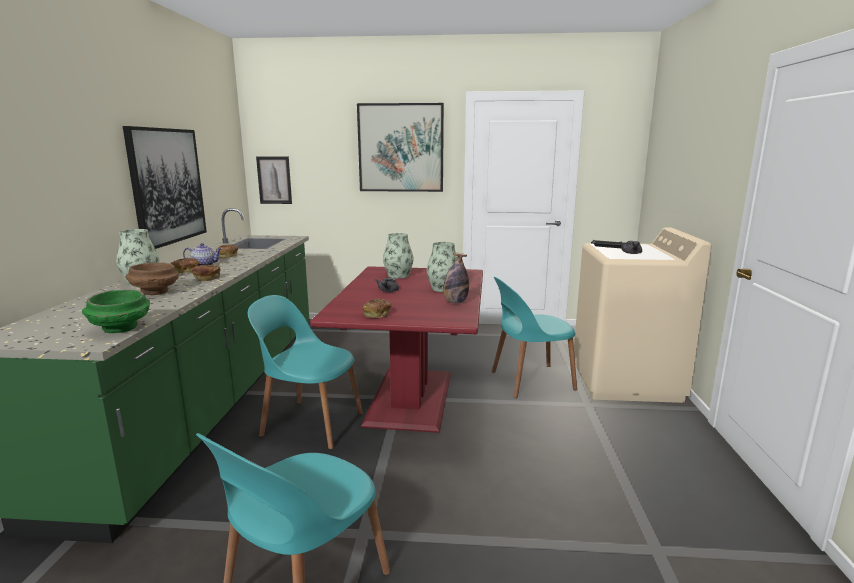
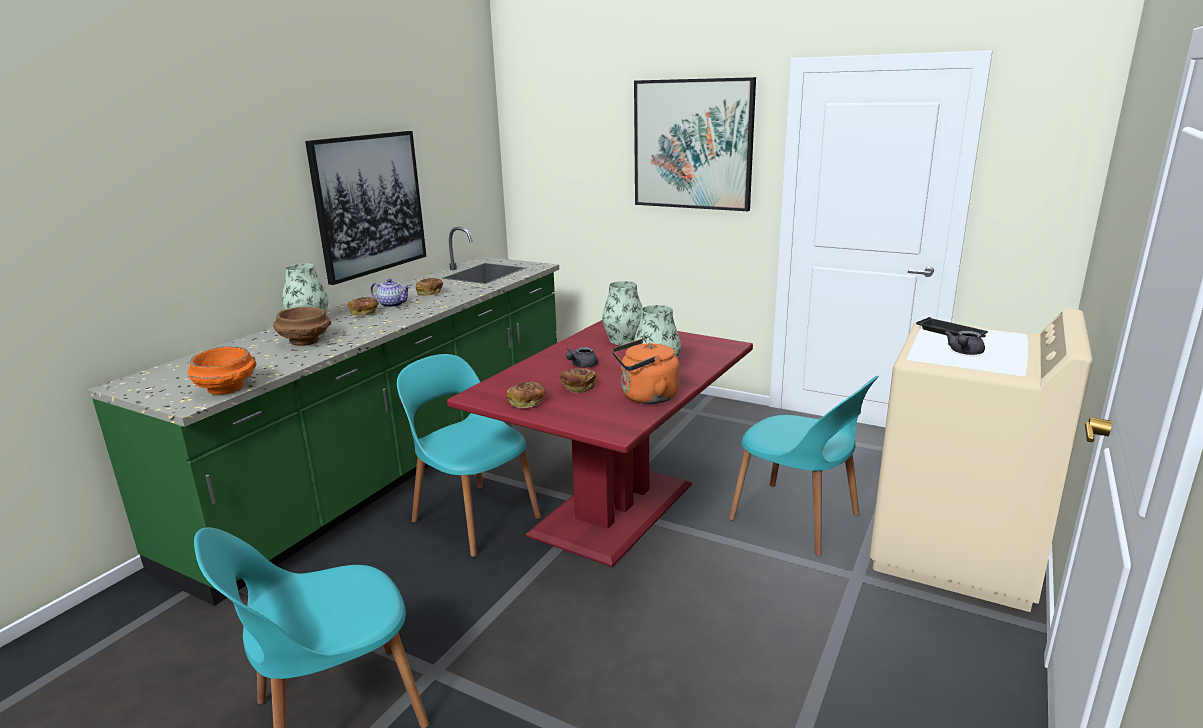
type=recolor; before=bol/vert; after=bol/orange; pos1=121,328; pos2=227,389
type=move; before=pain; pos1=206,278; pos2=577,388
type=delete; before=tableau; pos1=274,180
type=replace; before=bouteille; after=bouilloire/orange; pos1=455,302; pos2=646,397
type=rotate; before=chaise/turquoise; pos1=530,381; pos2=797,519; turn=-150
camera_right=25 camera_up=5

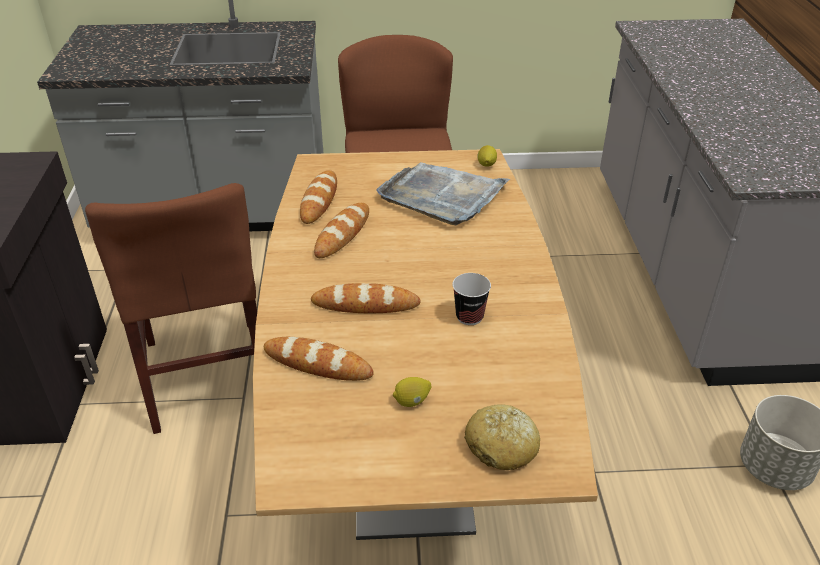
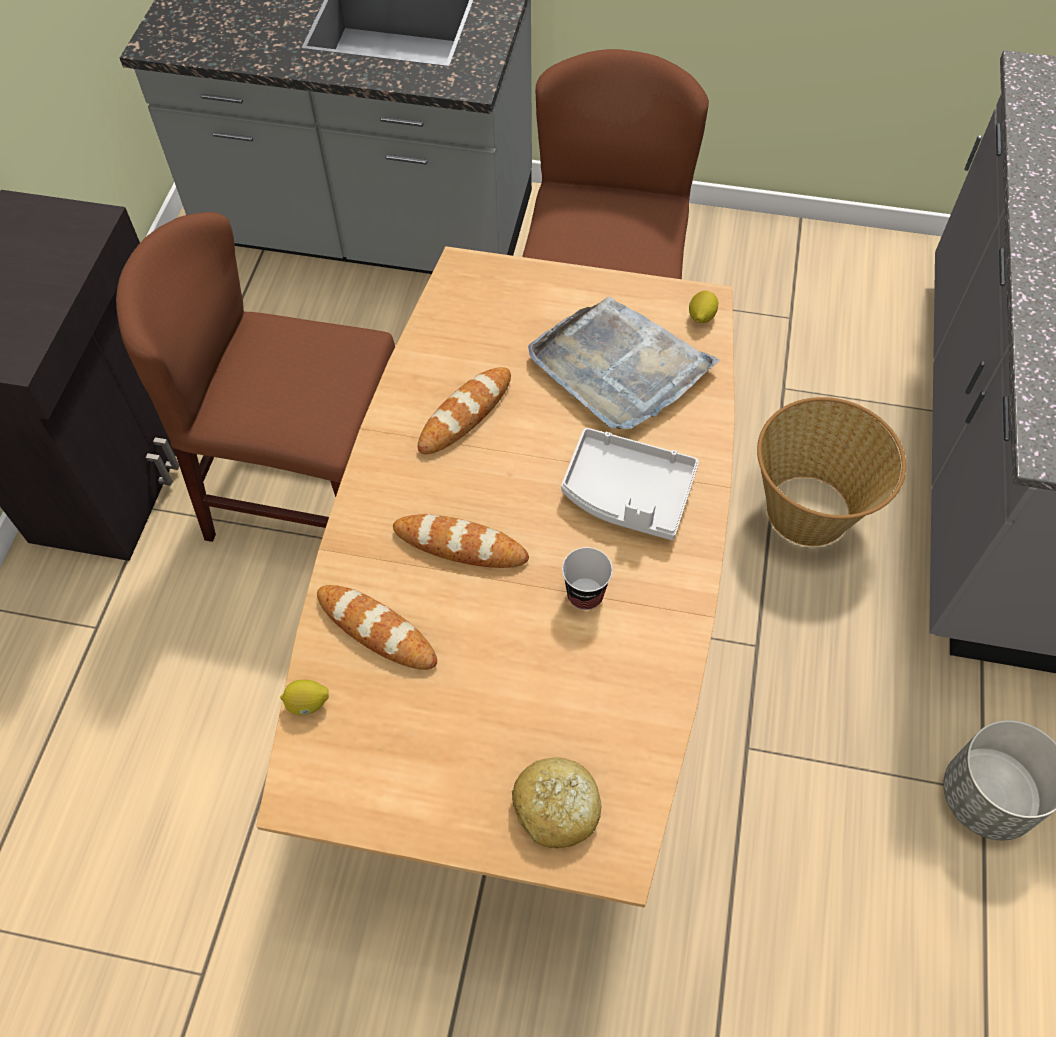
type=rotate; before=chaise/marron; pos1=207,373; pos2=308,495; turn=105
type=delete; before=pain; pos1=319,200
type=move; before=citron; pos1=412,401; pos2=307,704
type=insert; after=plateau/gris; pos2=627,494
type=insert; after=panier; pos2=809,510
camera_right=15 camera_up=20

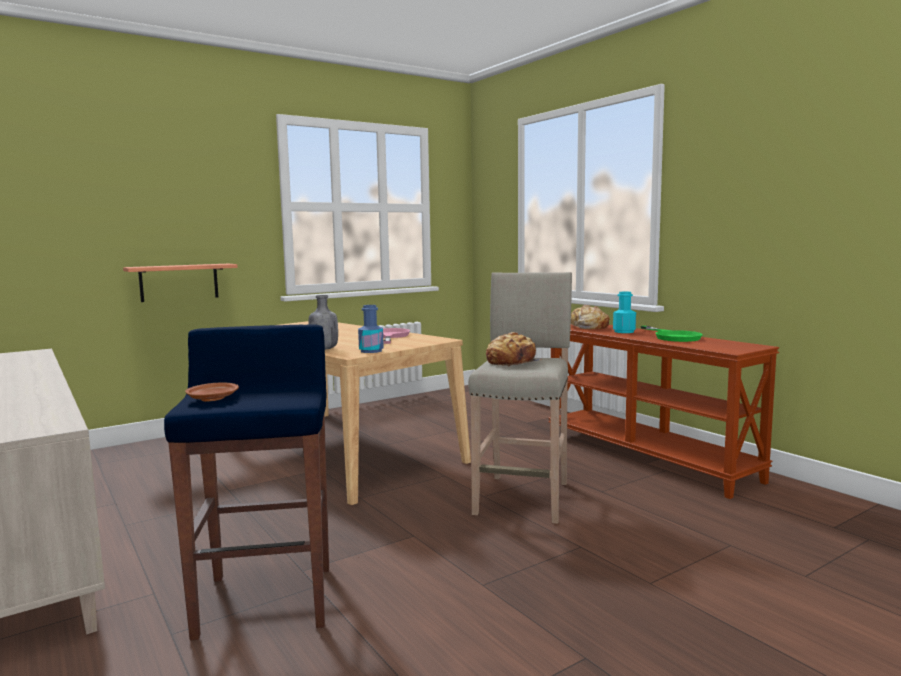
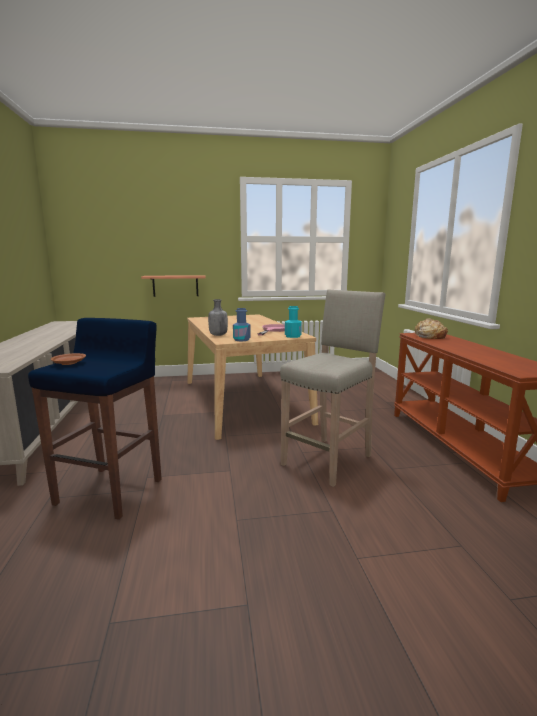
type=delete; before=pain; pos1=511,361
type=move; before=bouteille/turquoise; pos1=624,331; pos2=293,336
type=delete; before=poêle/vert; pos1=673,337
camera_right=25 camera_up=5

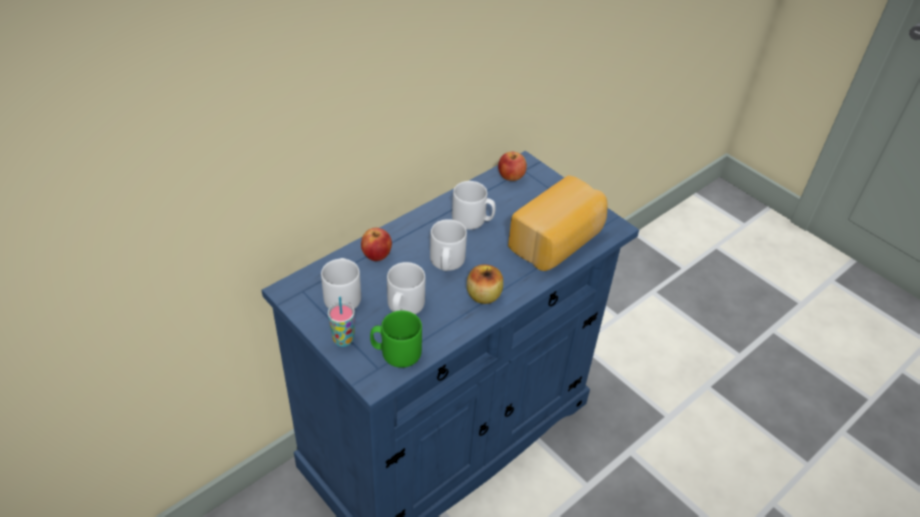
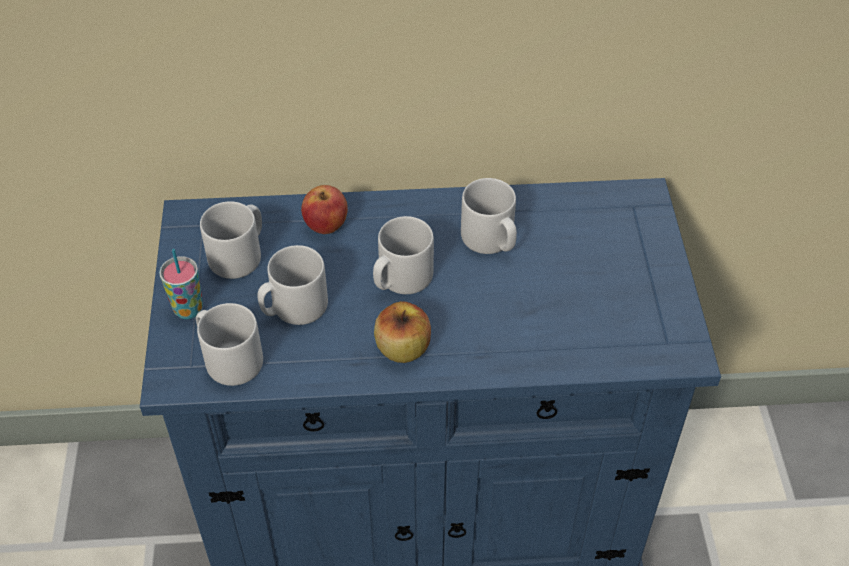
type=recolor; before=mug/vert; after=mug/gris; pos1=396,352; pos2=229,359
type=delete; before=pomme; pos1=511,177
type=delete; before=pain; pos1=557,242
camera_right=40 camera_up=5

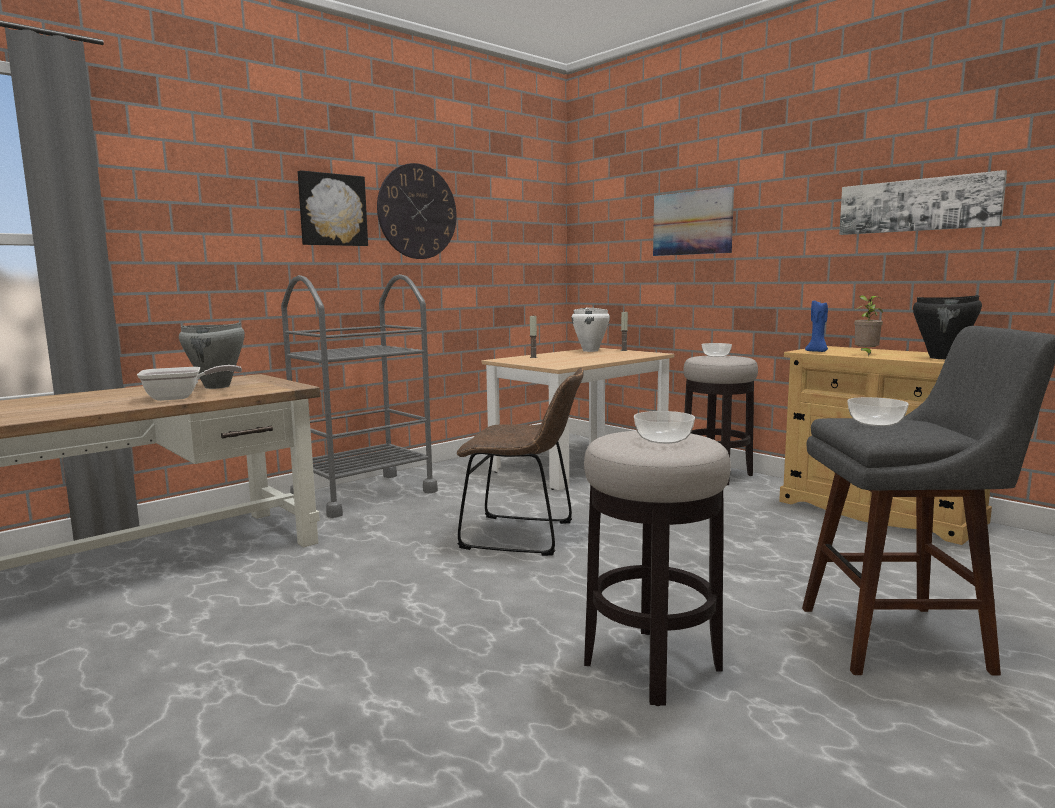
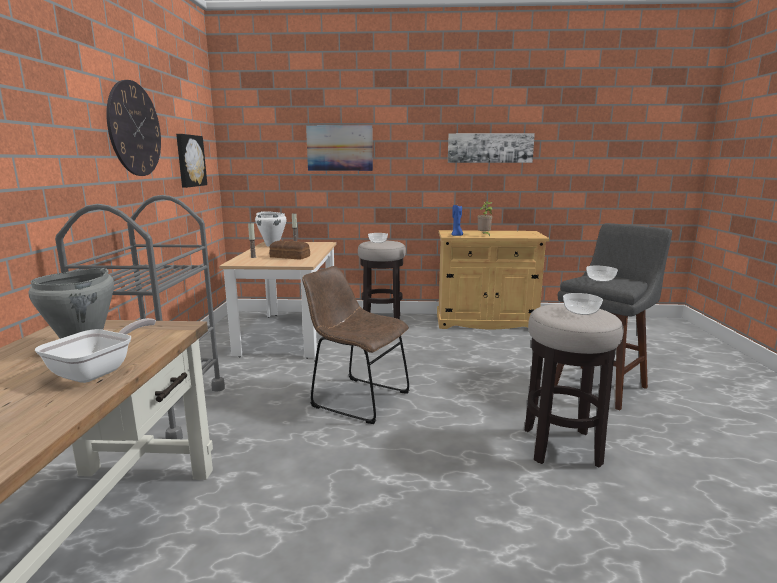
type=move; before=tableau; pos1=332,210; pos2=190,161
type=rotate; before=chaise/marron; pos1=524,536; pos2=356,398; turn=-120
type=delete; before=marmite/noir; pos1=943,358
type=insert; after=pain; pos2=290,257
camera_right=-45 camera_up=5

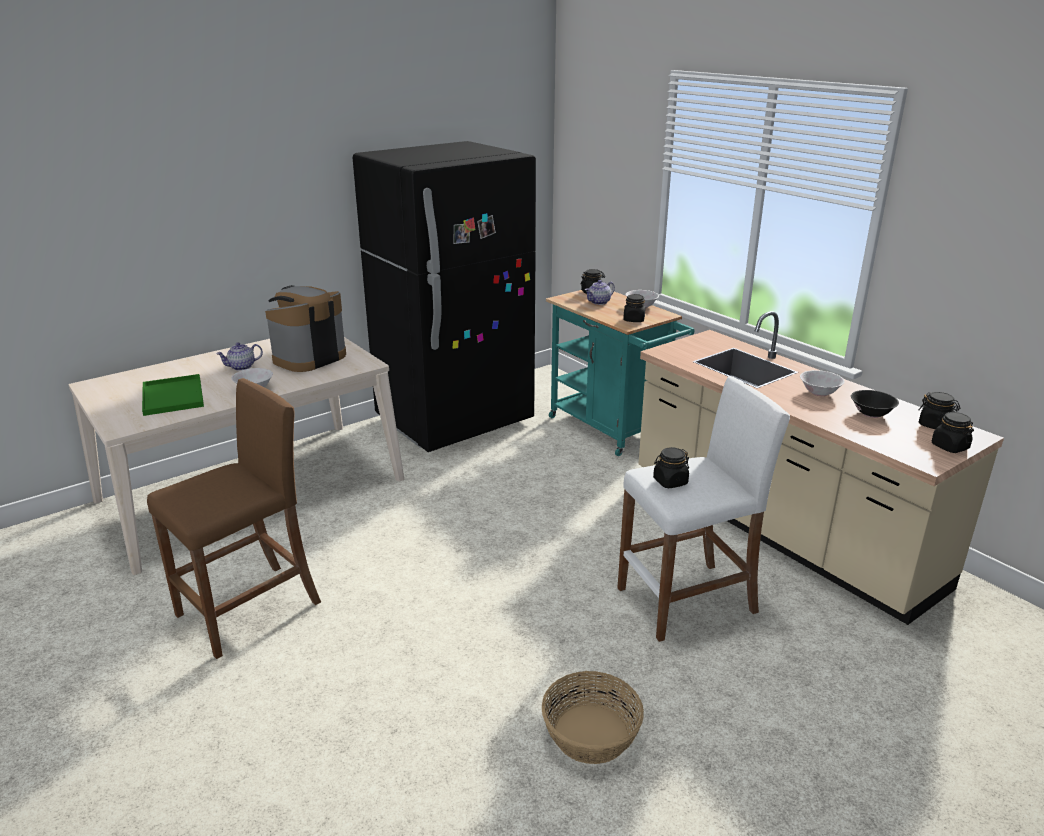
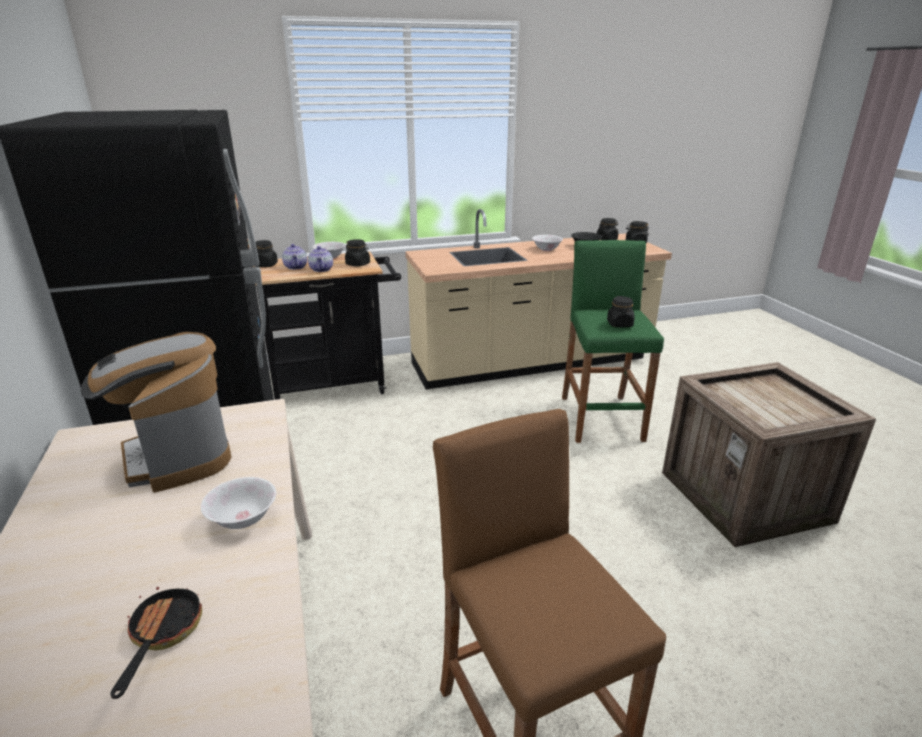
type=replace; before=plateau/vert; after=poêle; pos1=172,396; pos2=162,635
type=move; before=théière; pos1=241,367; pos2=322,269
type=replace; before=panier; after=caisse; pos1=591,734; pos2=747,497
type=recolor; before=chariot/turquoise; after=chariot/noir; pos1=612,430; pos2=336,385
type=recolor; before=tabouret/blanc; after=tabouret/vert; pos1=687,600; pos2=601,418
camera_right=-70 camera_up=0

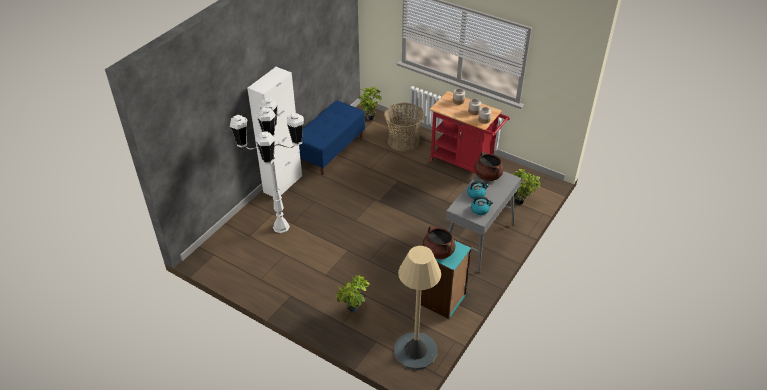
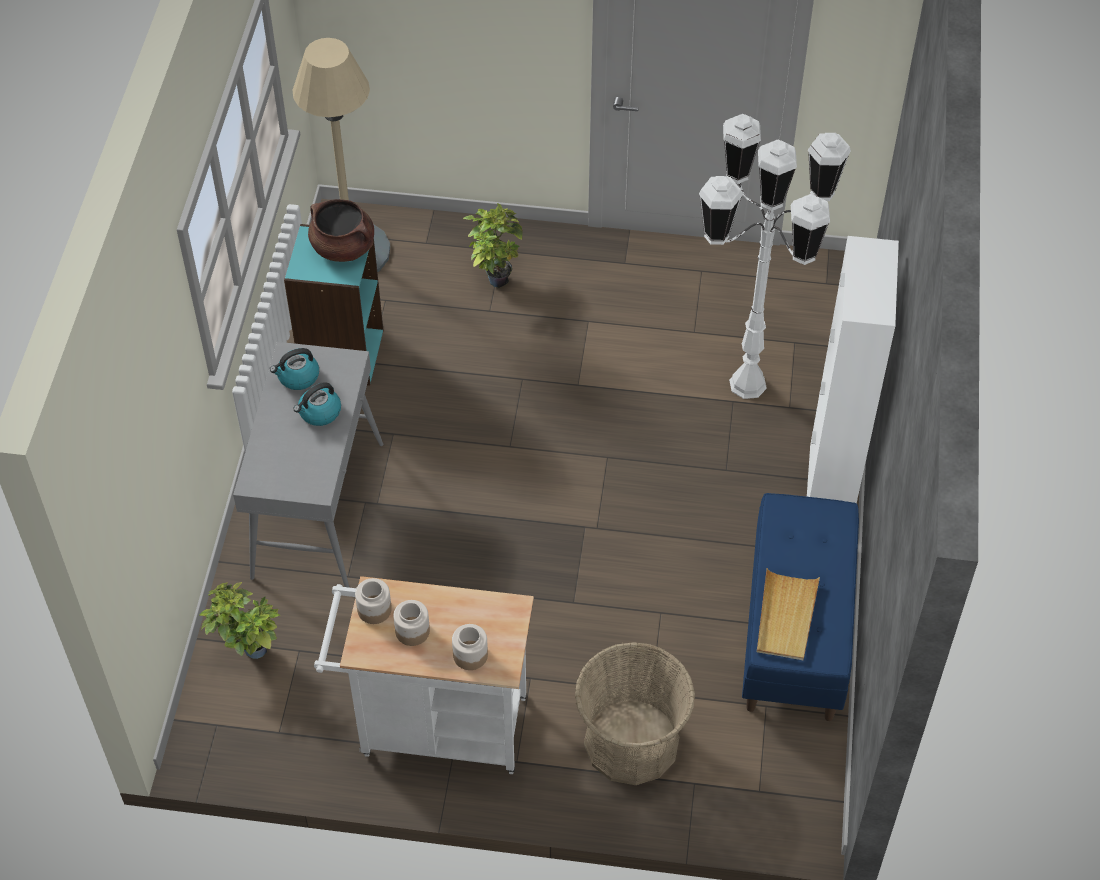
type=delete; before=plante en pot; pos1=369,117
type=recolor; before=chariot/rouge; after=chariot/blanc; pos1=464,163; pos2=433,726
type=delete; before=marmite/marron; pos1=487,175
type=insert; after=plateau/beige; pos2=785,617
camera_right=155 camera_up=10

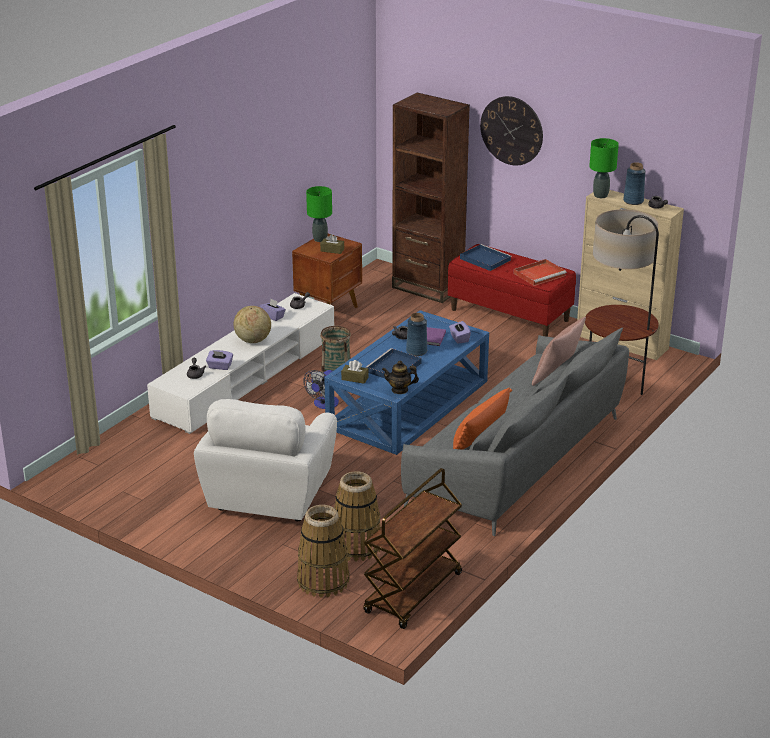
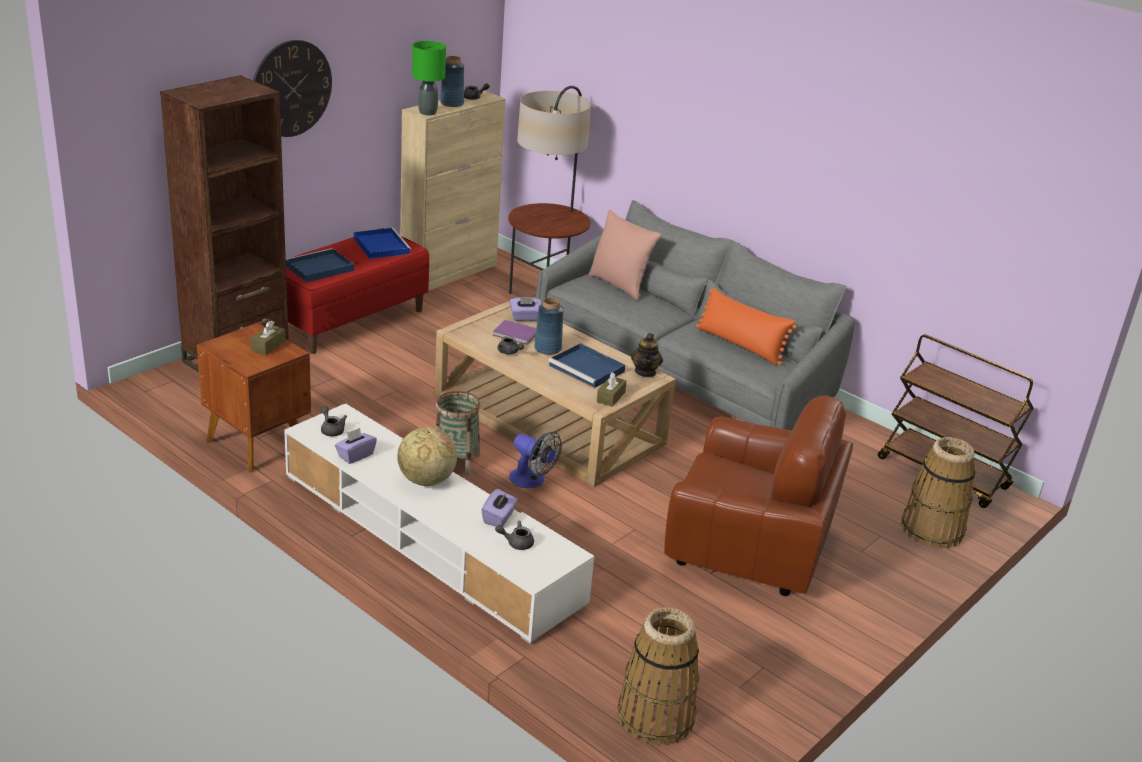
type=recolor; before=fauteuil/blanc; after=fauteuil/marron; pos1=270,494; pos2=749,549
type=delete; before=lampe de table/vert; pos1=320,239
type=recolor; before=table basse/bleu; after=table basse/beige; pos1=409,404; pos2=549,419
type=move; before=panier; pos1=357,546; pos2=656,717
type=recolor; before=plateau/rouge; after=plateau/bleu; pos1=540,274; pos2=380,246
camera_right=-85 camera_up=0

